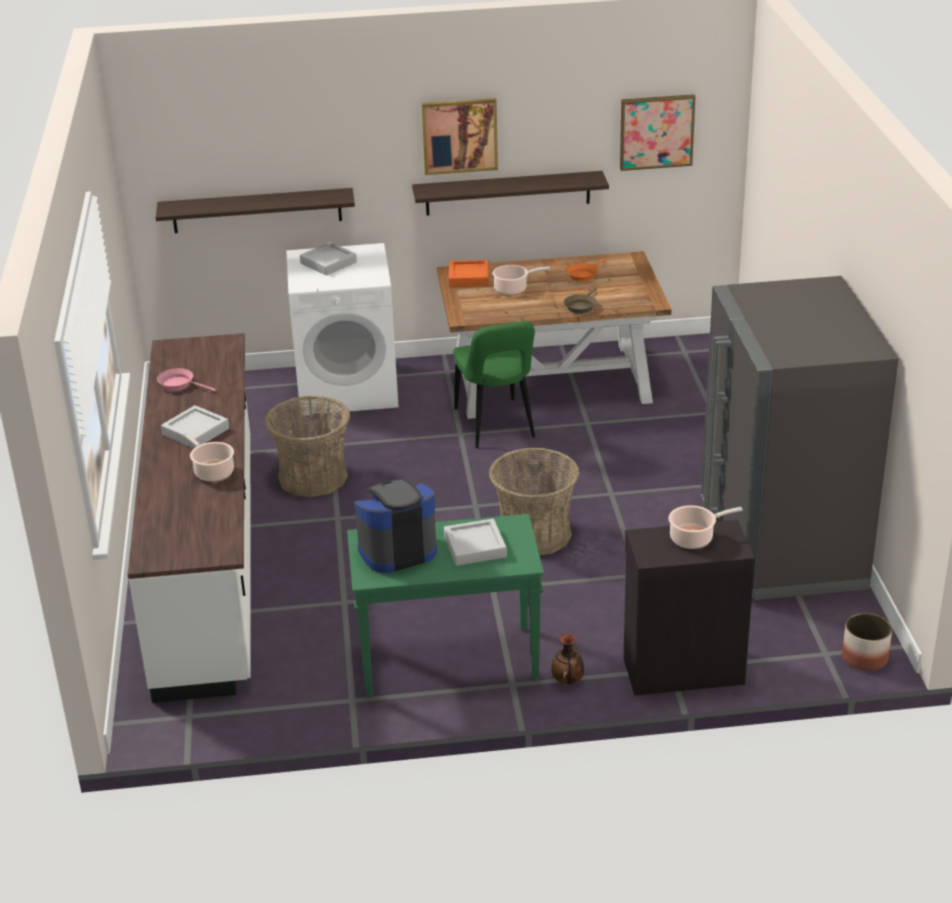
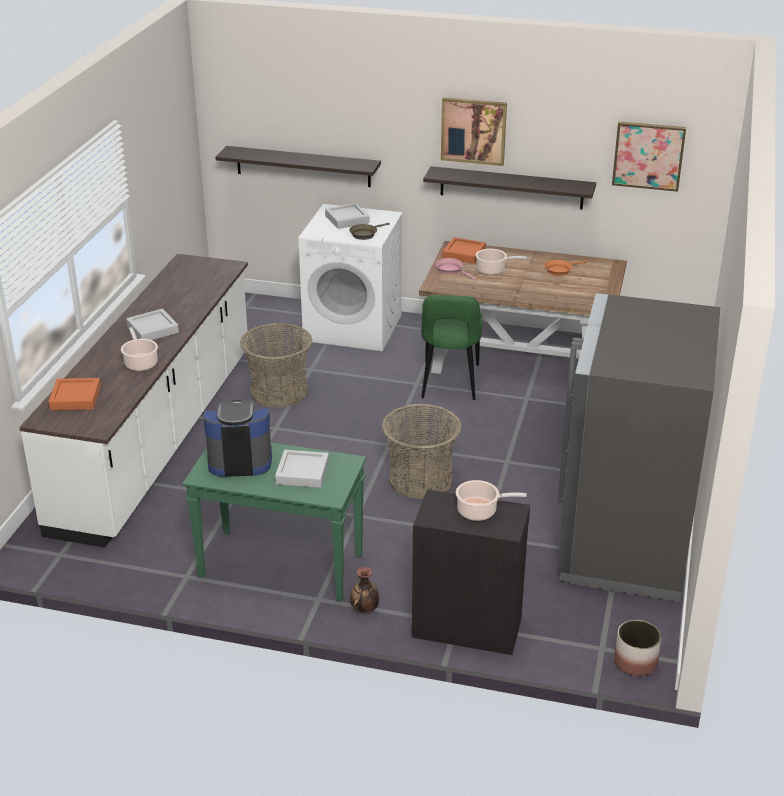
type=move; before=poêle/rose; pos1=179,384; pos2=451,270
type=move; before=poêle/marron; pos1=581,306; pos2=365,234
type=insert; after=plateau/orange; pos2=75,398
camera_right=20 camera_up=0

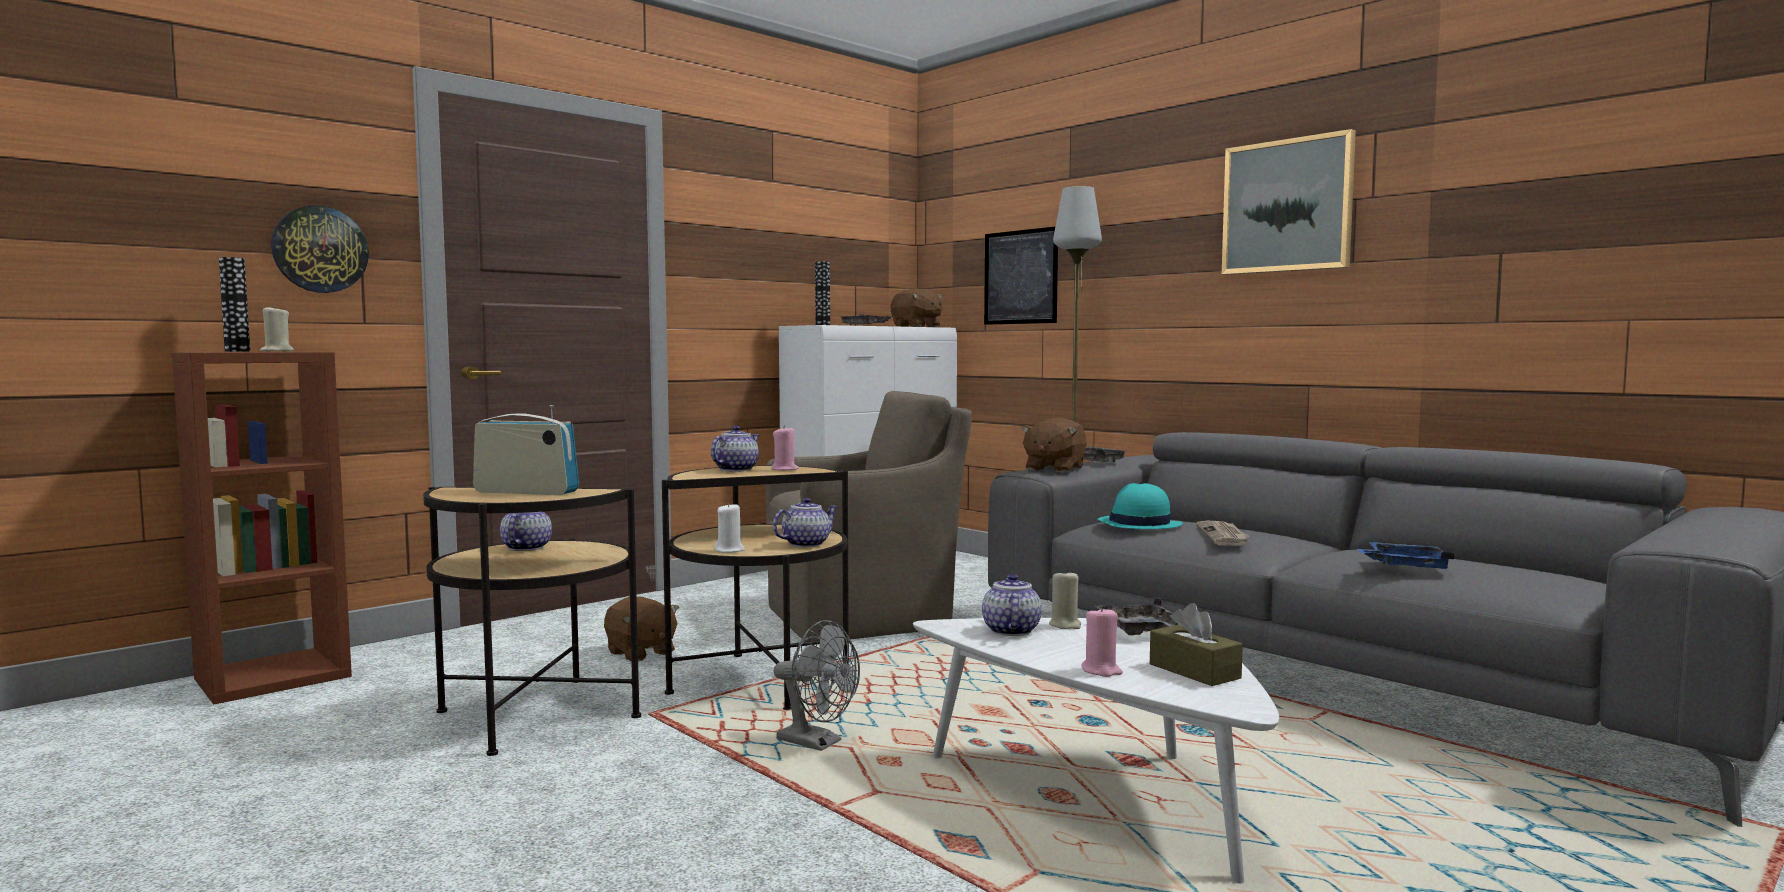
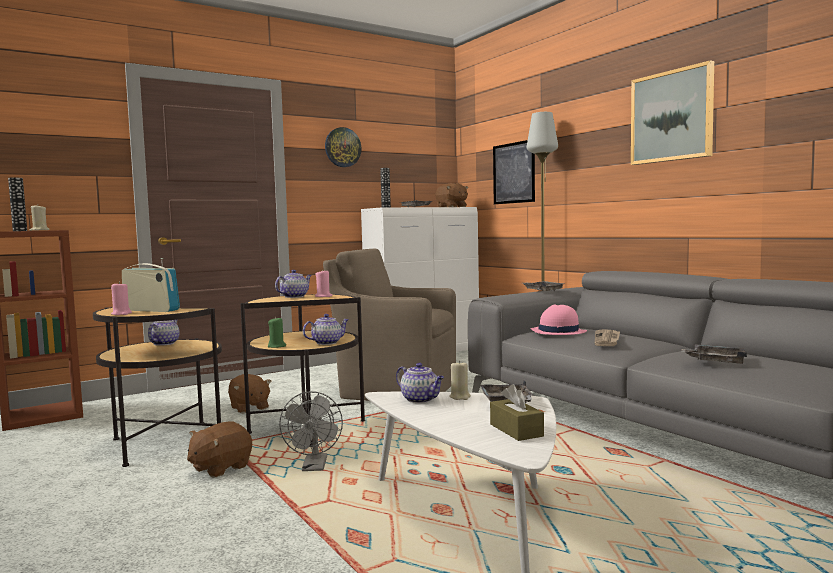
type=move; before=horloge murale; pos1=320,249; pos2=342,147
type=recolor; before=bougie/blanc; after=bougie/vert; pos1=729,550; pos2=277,346
type=rotate; before=fauteuil/marron; pos1=864,618; pos2=396,390; turn=-150
type=rotate; before=ventilateur/gris; pos1=817,743; pos2=314,468; turn=45
type=rotate; before=théière; pos1=1010,630; pos2=421,399; turn=120
type=move; before=peluche/marron; pos1=1054,469; pos2=220,468
type=move; before=bougie/rose; pos1=1101,671; pos2=121,314
type=recolor; before=chapeau/turquoise; after=chapeau/rose; pos1=1138,524; pos2=557,332
type=recolor; before=plateau/bleu; after=plateau/gris; pos1=1404,566; pos2=716,361
camera_right=10 camera_up=0

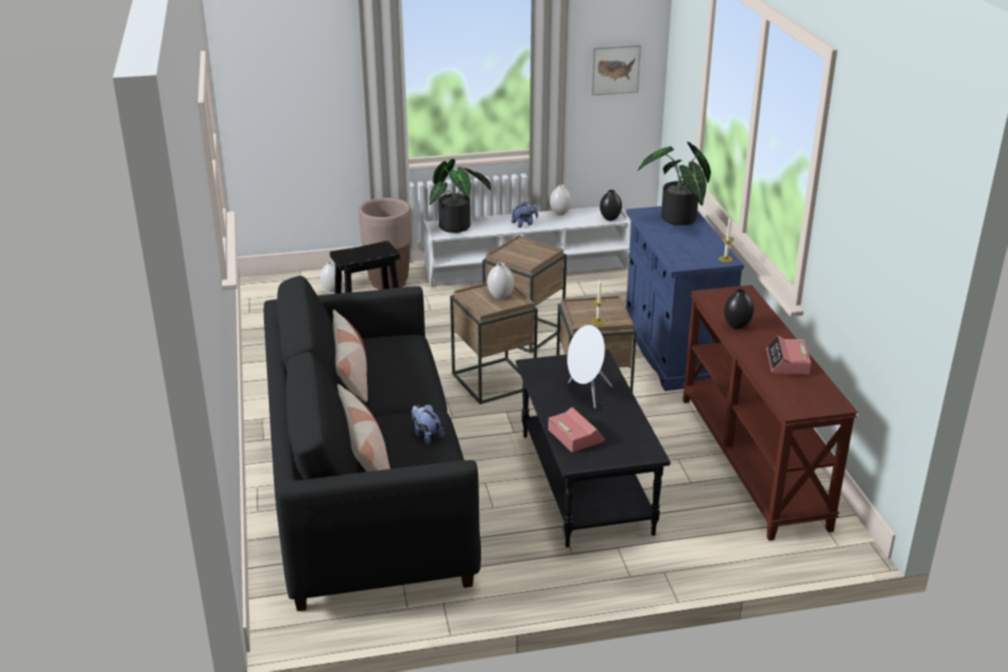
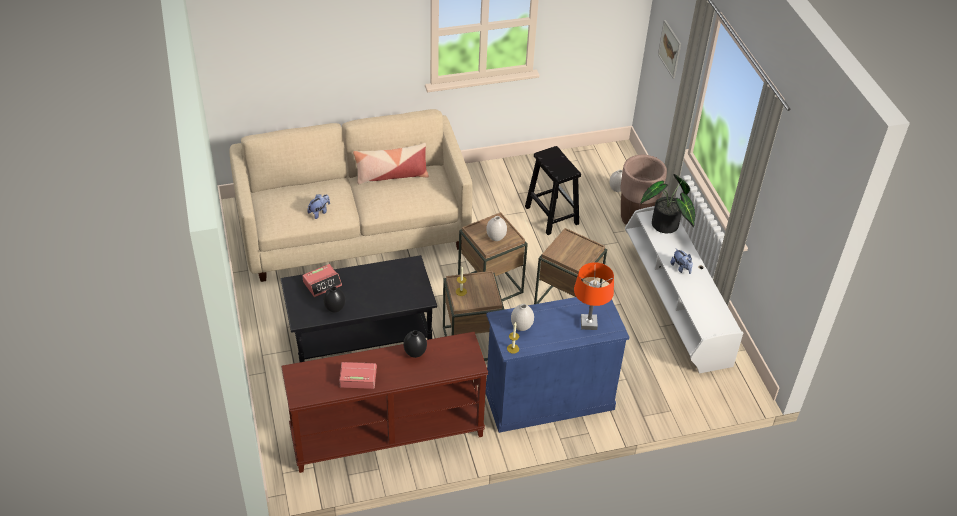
type=recolor; before=canapé/noir; after=canapé/beige; pos1=367,492; pos2=354,230
type=delete; before=coussin; pos1=365,457
type=move; before=vase/blanc; pos1=560,213; pos2=521,327
type=delete; before=enceinte/blanc; pos1=587,394
type=move; before=tableau; pos1=615,69; pos2=670,49
type=move; before=vase/noir; pos1=609,219; pos2=335,308
type=replace; before=plante en pot; after=lampe de table/orange; pos1=678,220; pos2=588,323
camera_right=85 camera_up=15

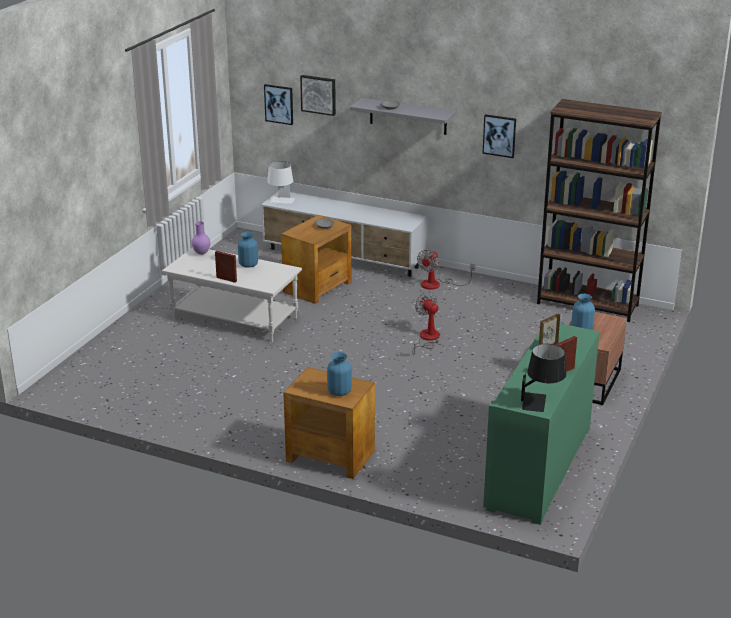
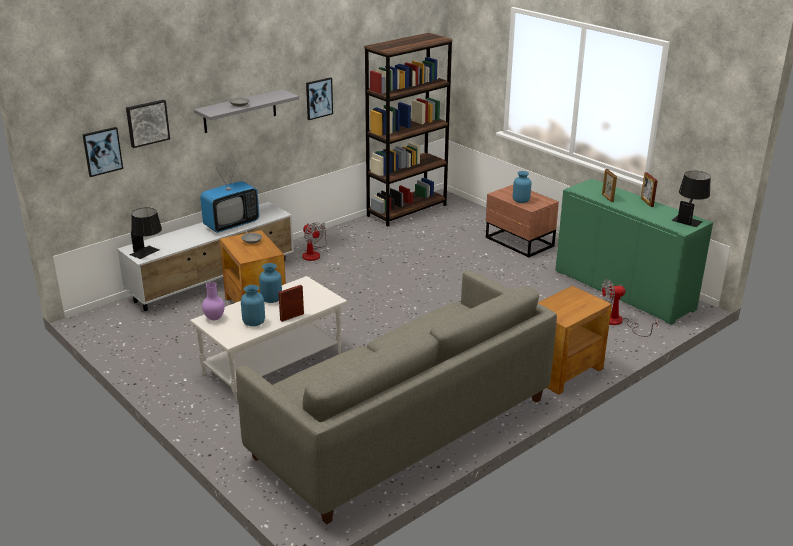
type=recolor; before=lampe de table/blanc; after=lampe de table/noir; pos1=281,202; pos2=148,253
type=move; before=vase/bleu; pos1=339,392; pos2=254,322
type=move; before=ventilateur; pos1=427,339; pos2=619,322
type=insert; after=téléviseur; pos2=231,224
type=insert; after=canapé/gris; pos2=402,427
camera_right=-65 camera_up=0

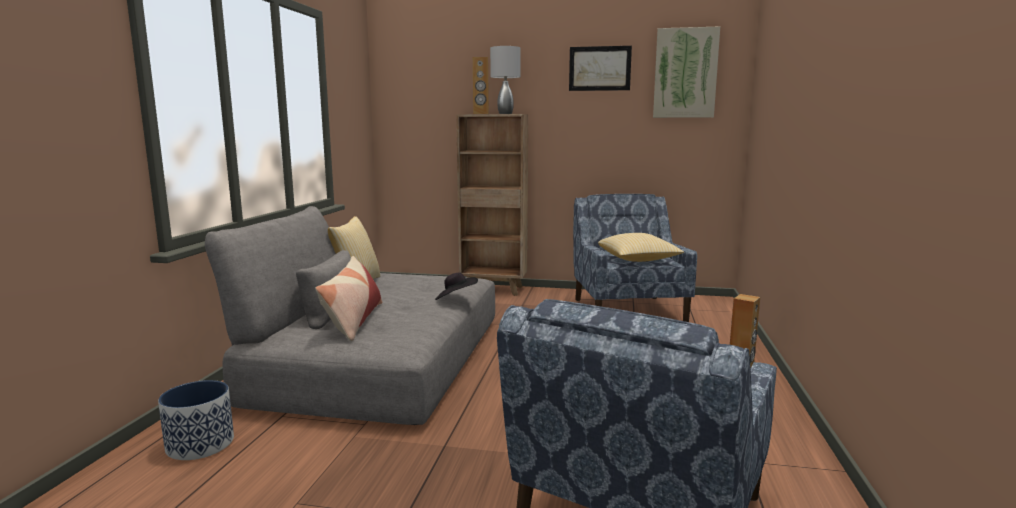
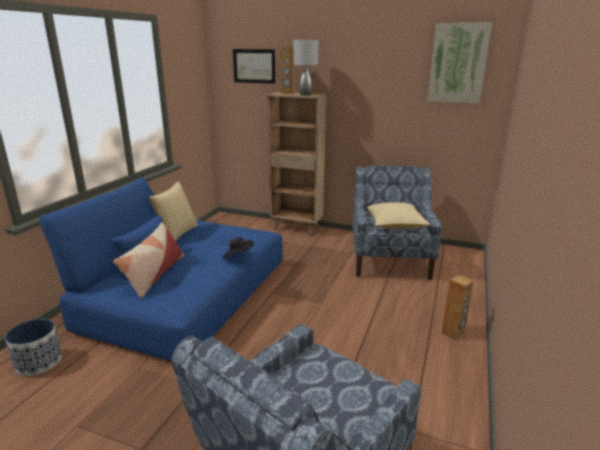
type=recolor; before=canapé/gris; after=canapé/bleu; pos1=382,360; pos2=188,294
type=move; before=tableau; pos1=599,68; pos2=254,66
camera_right=10 camera_up=10

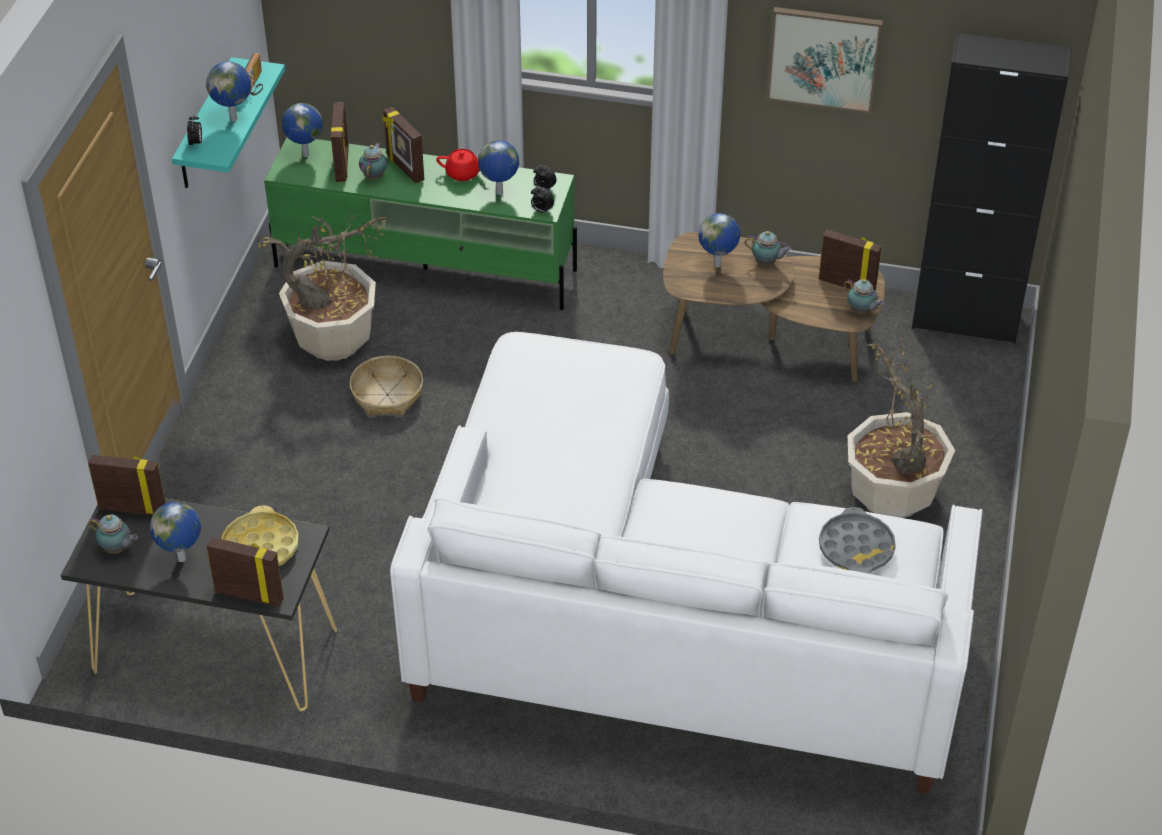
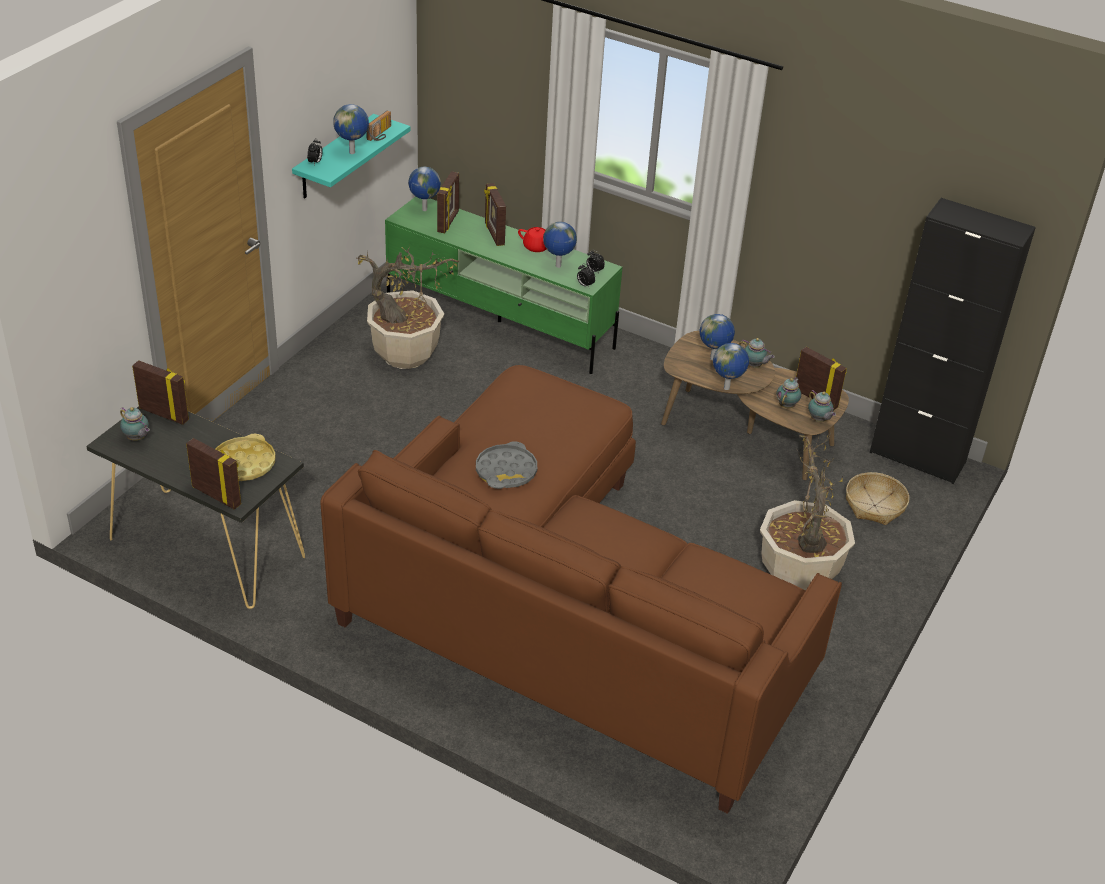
type=move; before=globe; pos1=182,559; pos2=727,388
type=move; before=panier; pos1=387,395; pos2=875,505
type=move; before=théière; pos1=374,176; pos2=787,405
type=recolor; before=canapé/blanc; after=canapé/marron; pos1=661,614; pos2=565,613
type=delete; before=tableau; pos1=824,58
type=move; before=plateau/gris; pos1=856,548; pos2=506,471
camera_right=15 camera_up=-5

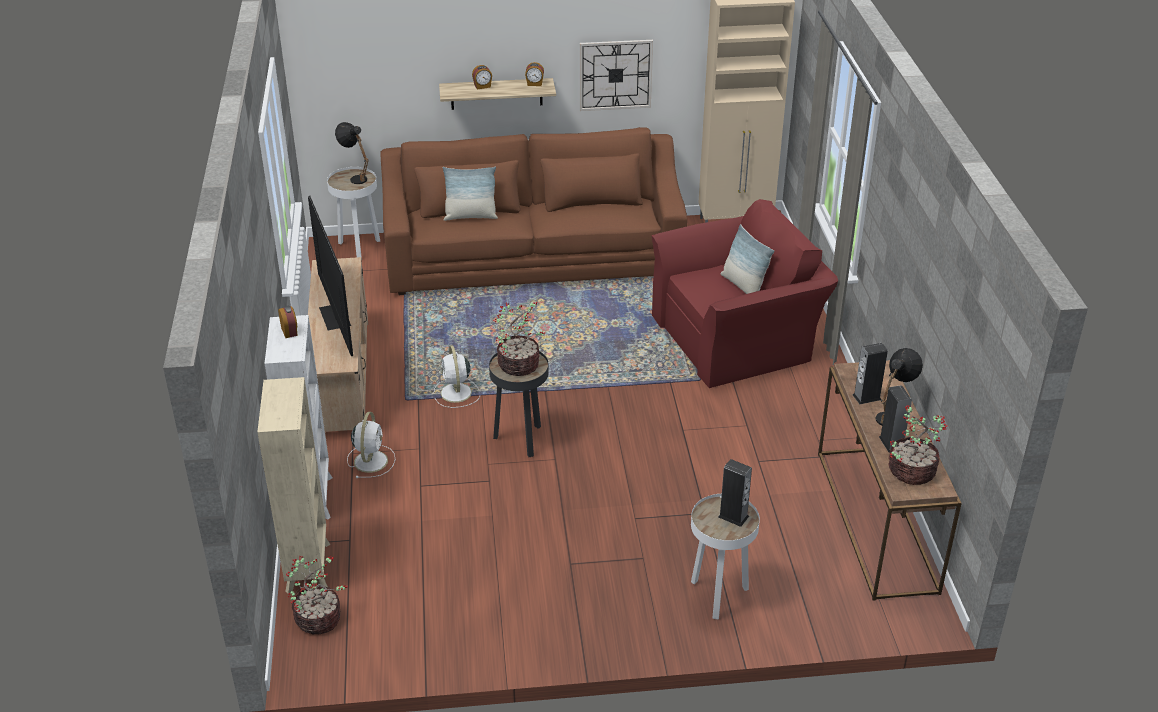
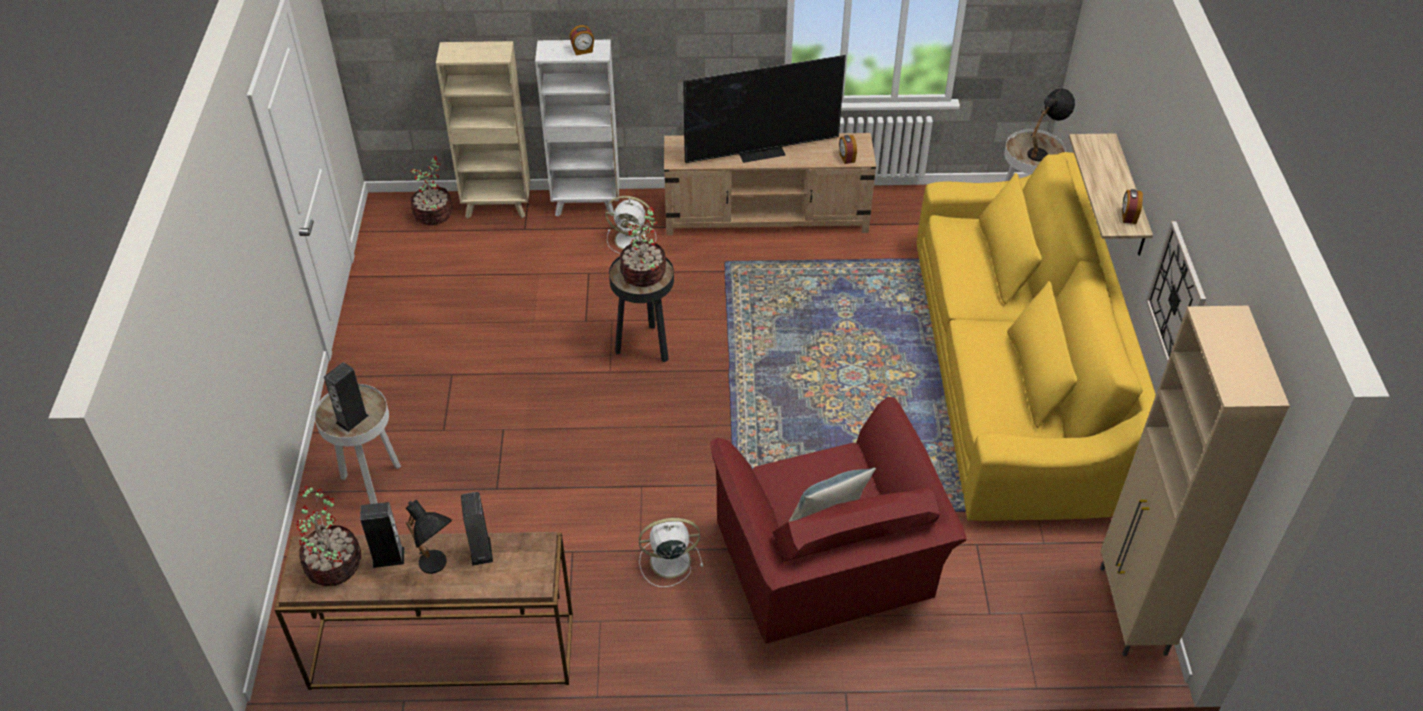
type=recolor; before=canapé/marron; after=canapé/jaune; pos1=534,256; pos2=1014,373
type=move; before=ventilateur/blanc; pos1=456,393; pos2=668,561
type=delete; before=coussin; pos1=470,216
type=move; before=réveil; pos1=482,86; pos2=846,158
camera_right=95 camera_up=10

